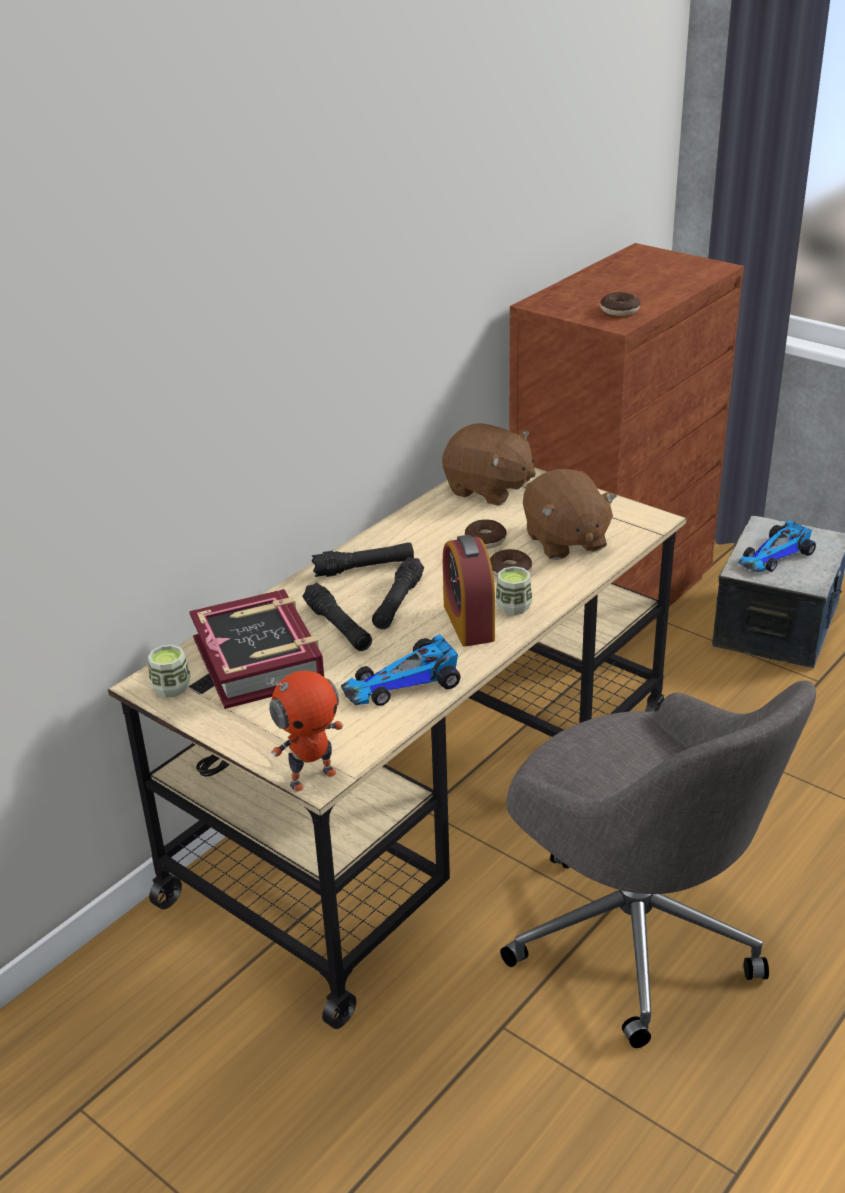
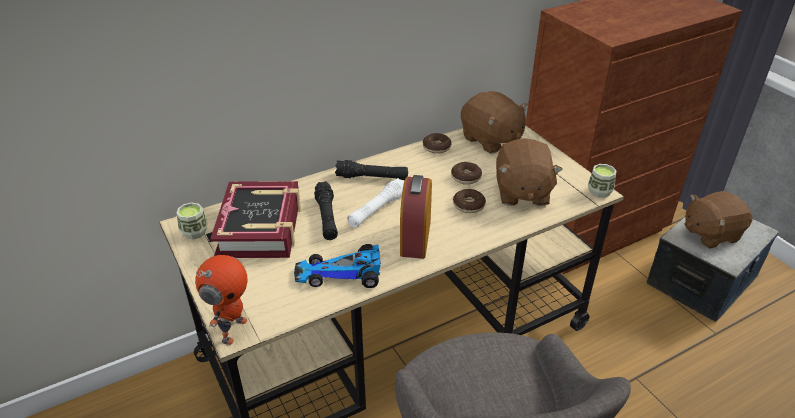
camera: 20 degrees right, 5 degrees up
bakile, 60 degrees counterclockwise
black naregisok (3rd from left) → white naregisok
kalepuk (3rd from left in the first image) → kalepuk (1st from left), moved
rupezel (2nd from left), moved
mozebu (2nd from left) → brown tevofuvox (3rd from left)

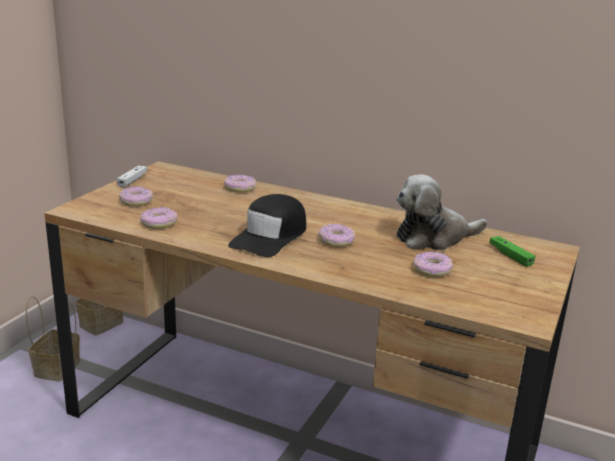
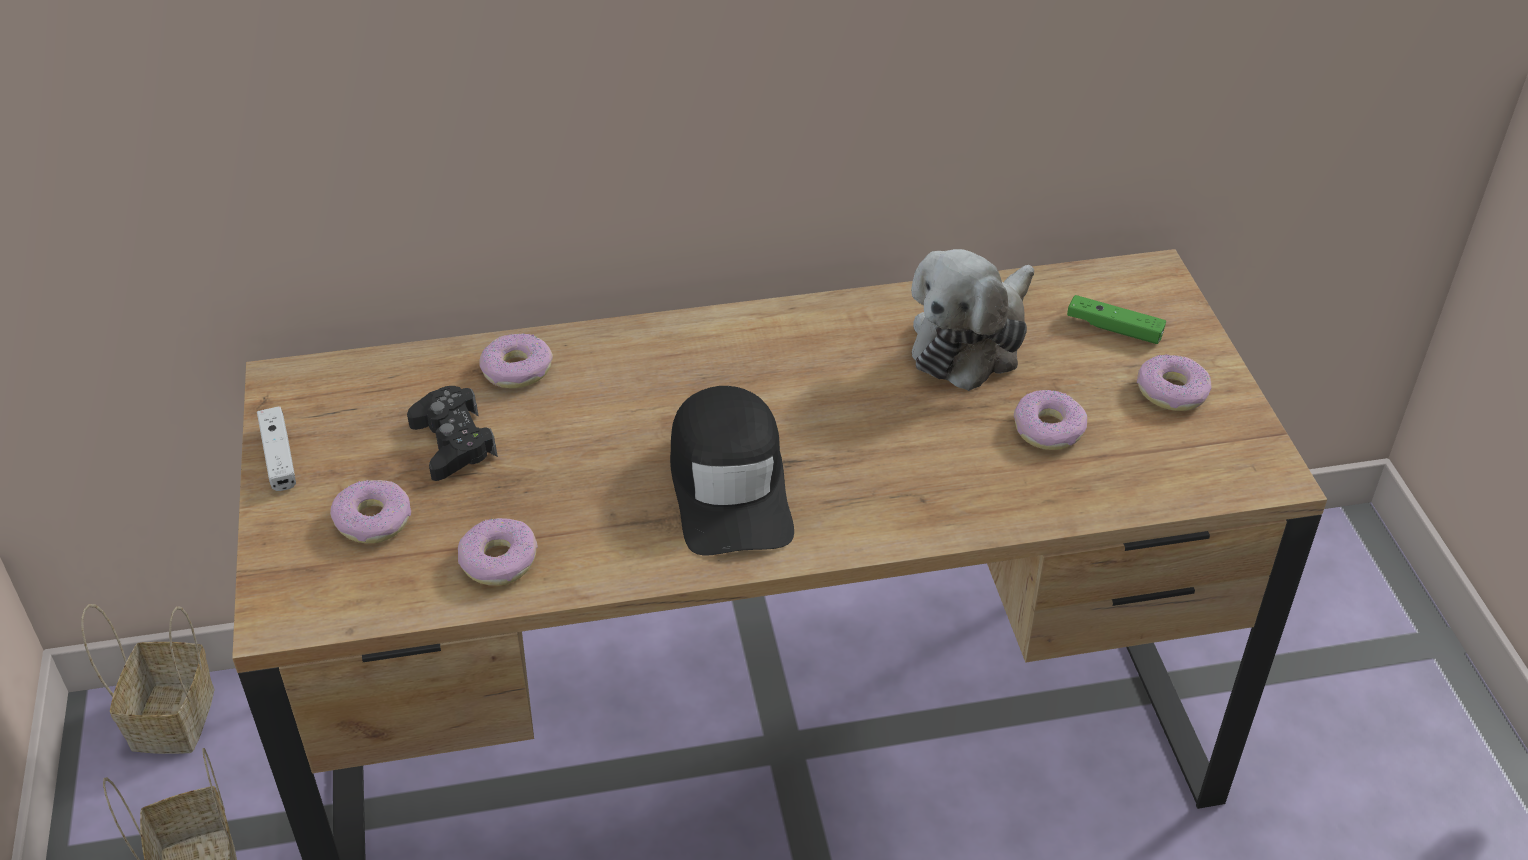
camera: 35 degrees left, 20 degrees up
- → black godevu
kalepuk (4th from left in the first image) → kalepuk (5th from left), moved

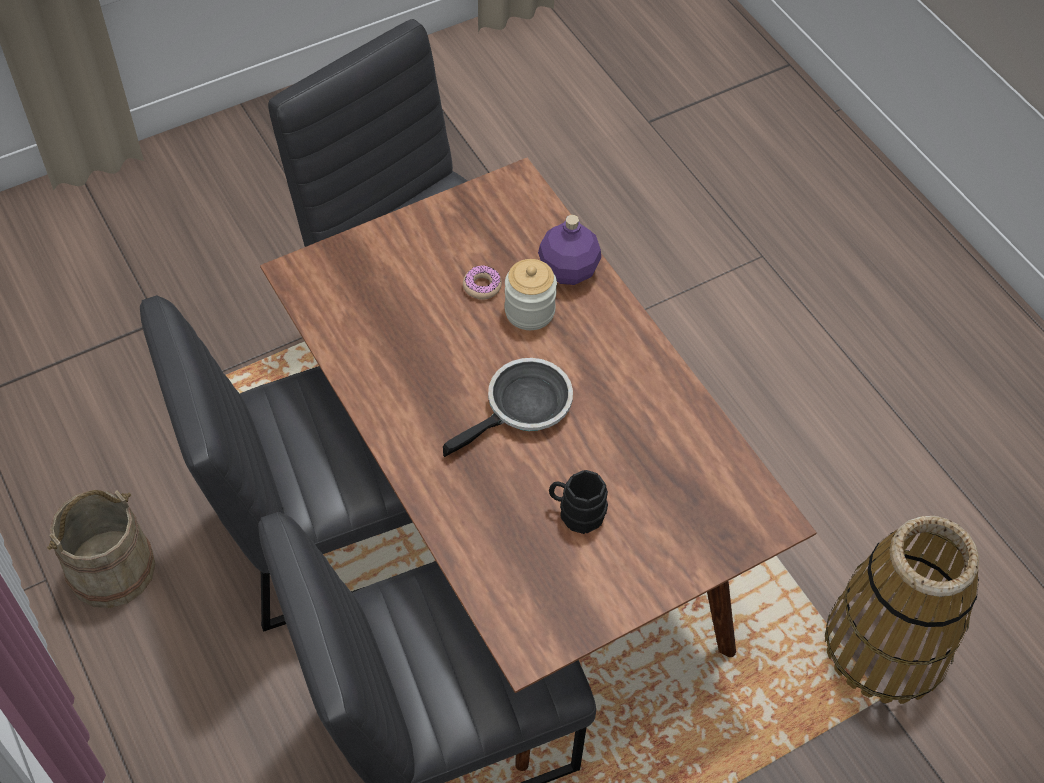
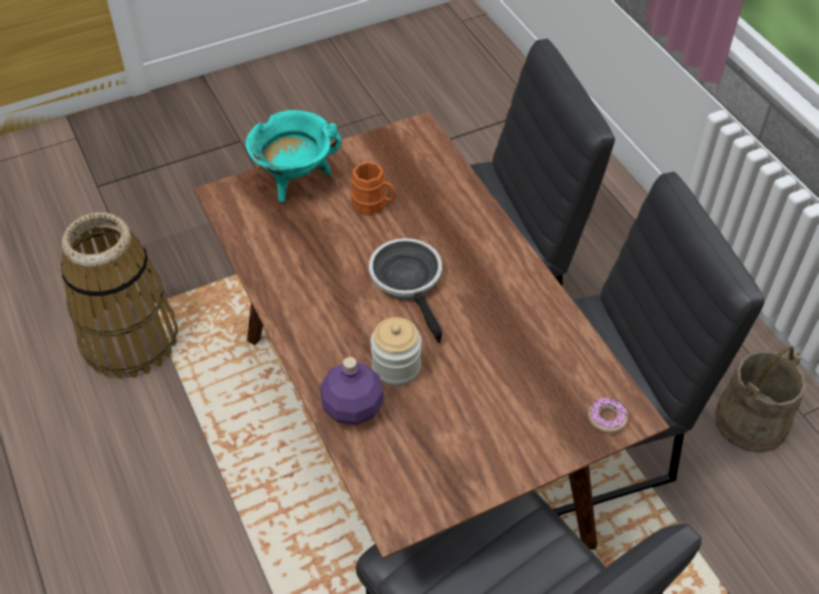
camera: 175 degrees left, 5 degrees down
- → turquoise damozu
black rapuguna → orange rapuguna
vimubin, 105 degrees clockwise
kalepuk, moved

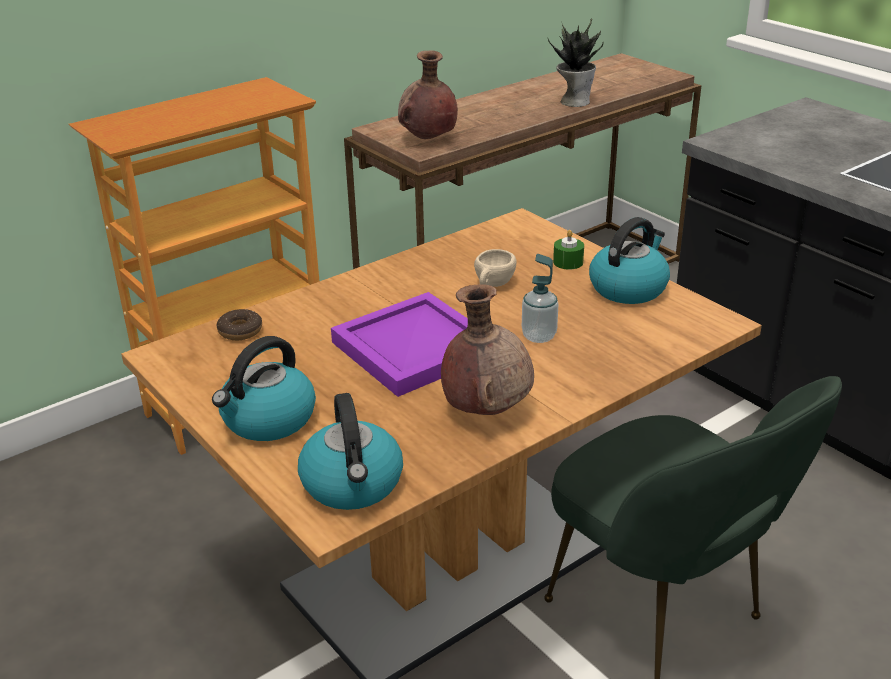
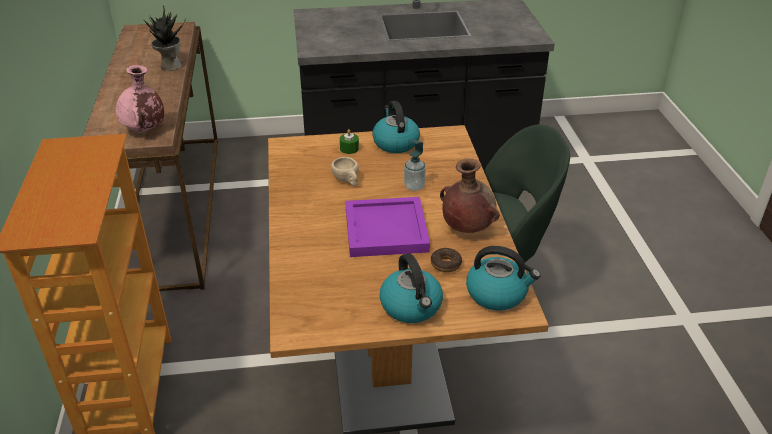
camera: 60 degrees left, 5 degrees up
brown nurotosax (1st from left) → pink nurotosax
kalepuk, moved

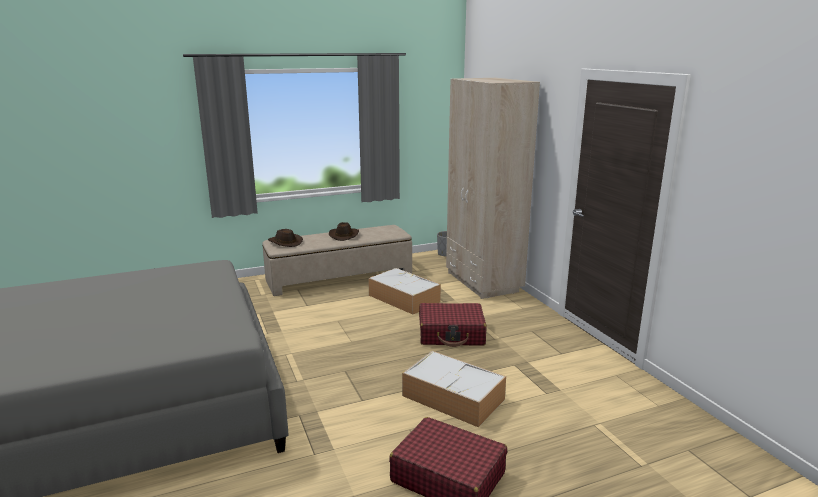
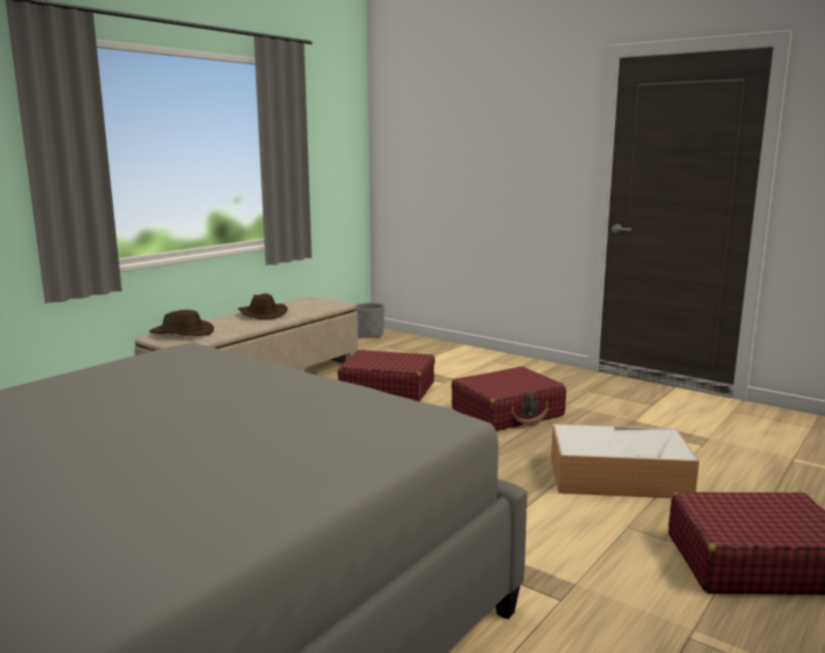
camera: 30 degrees left, 5 degrees down
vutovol (1st from left) → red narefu (1st from left)
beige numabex → -

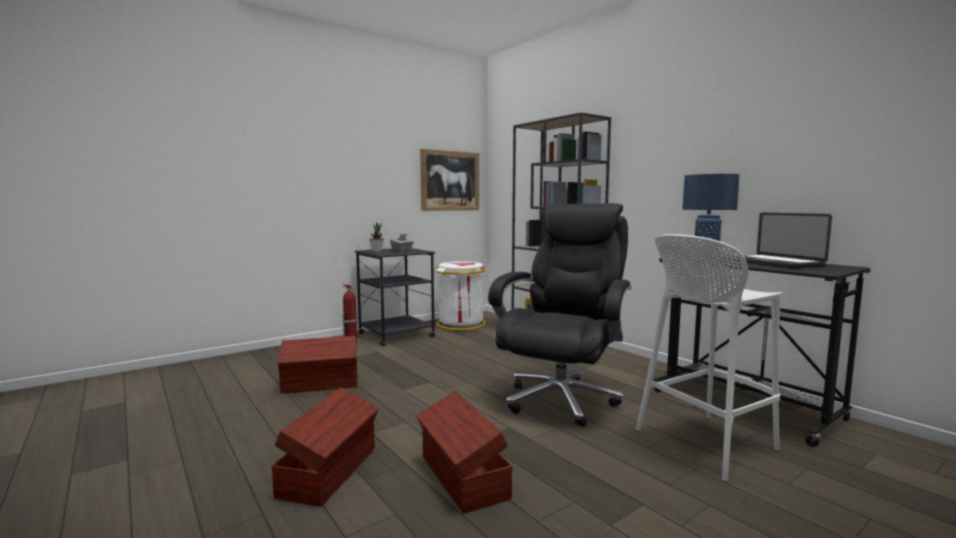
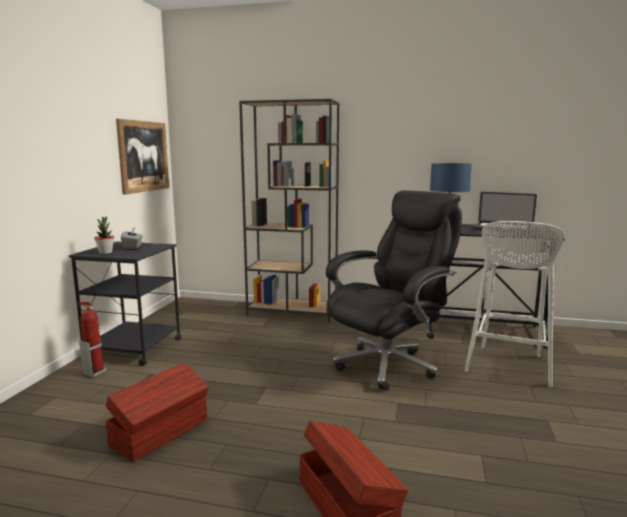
camera: 40 degrees left, 5 degrees up
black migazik, 60 degrees clockwise
brown vutovol (3rd from left) → -
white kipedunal → -

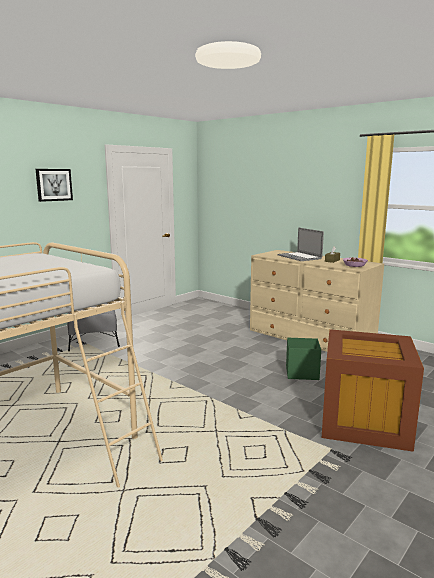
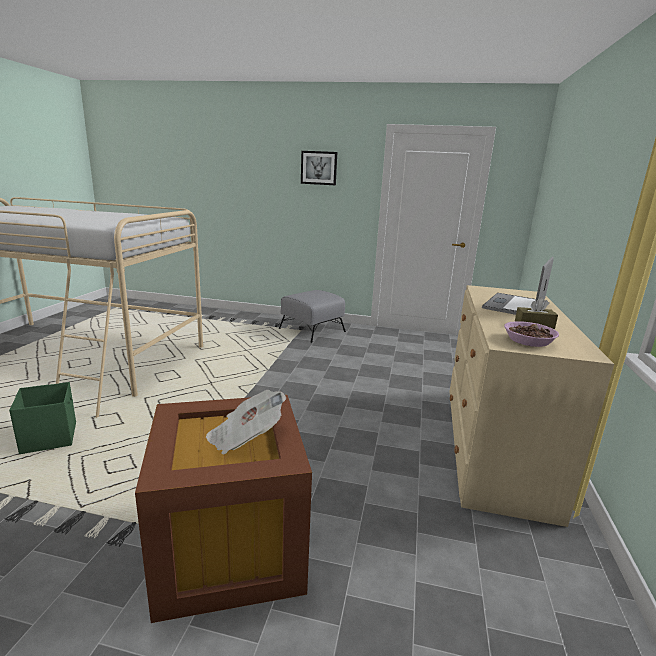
camera: 60 degrees right, 5 degrees up
green vutovol, moved
- → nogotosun

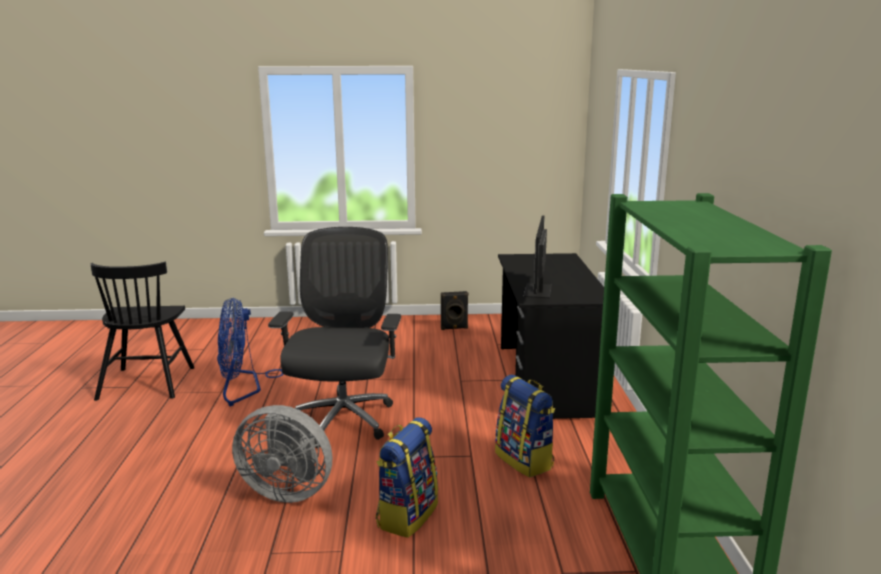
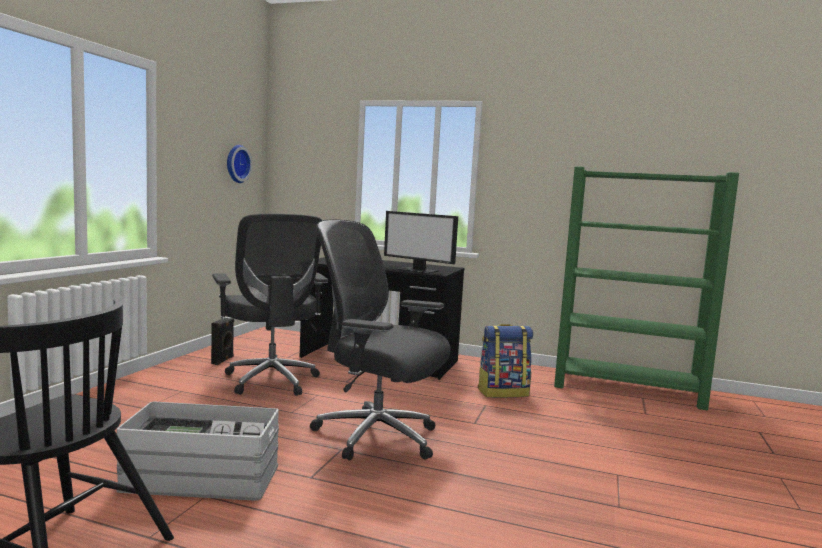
camera: 70 degrees left, 10 degrees down
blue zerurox → grey vutovol
- → migazik (1st from left)
- → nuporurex
grey zerurox → -
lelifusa (1st from left) → -

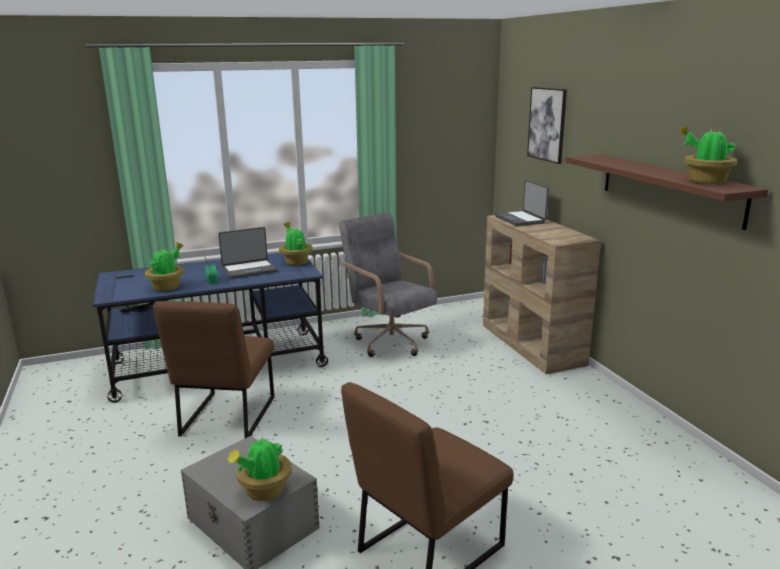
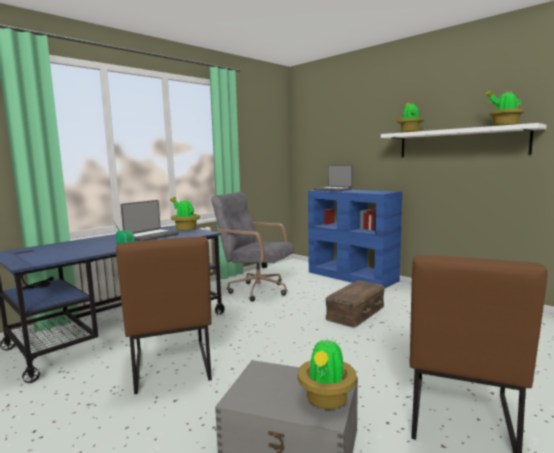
camera: 25 degrees left, 10 degrees down
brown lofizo → blue lofizo
- → brown vutovol
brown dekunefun → white dekunefun
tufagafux (1st from left in the first image) → tufagafux (3rd from left), moved
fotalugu → -

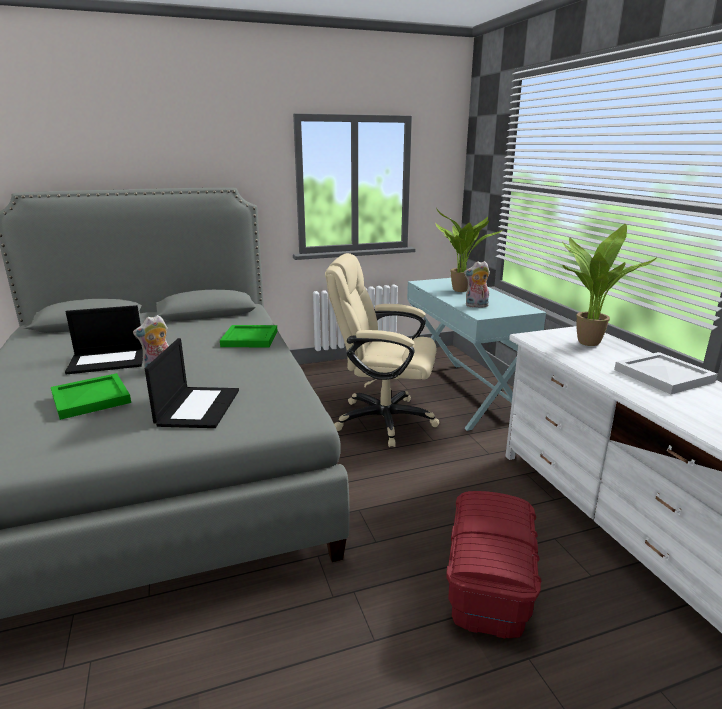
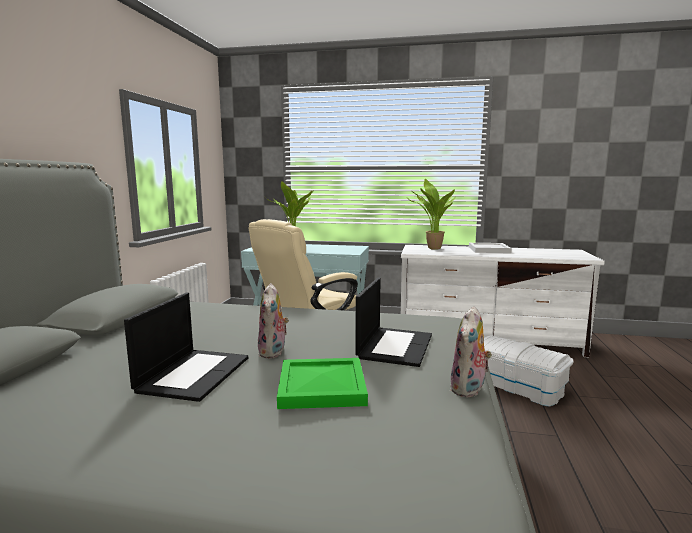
camera: 60 degrees left, 10 degrees down
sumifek (2nd from left), 75 degrees clockwise
tevofuvox (2nd from left), moved
red vutovol → white vutovol
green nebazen (2nd from left) → -

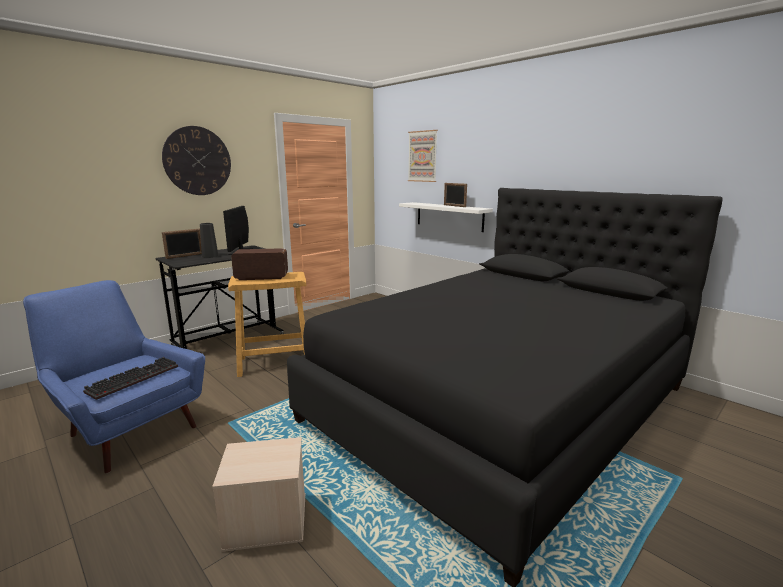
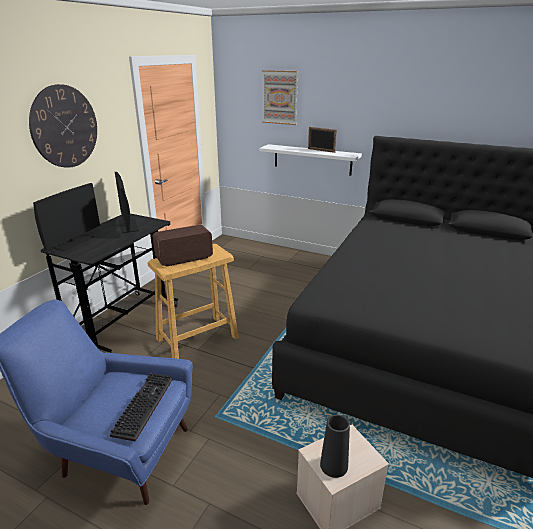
camera: 20 degrees left, 10 degrees up
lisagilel (1st from left) → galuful (1st from left)
black nurotosax, moved

